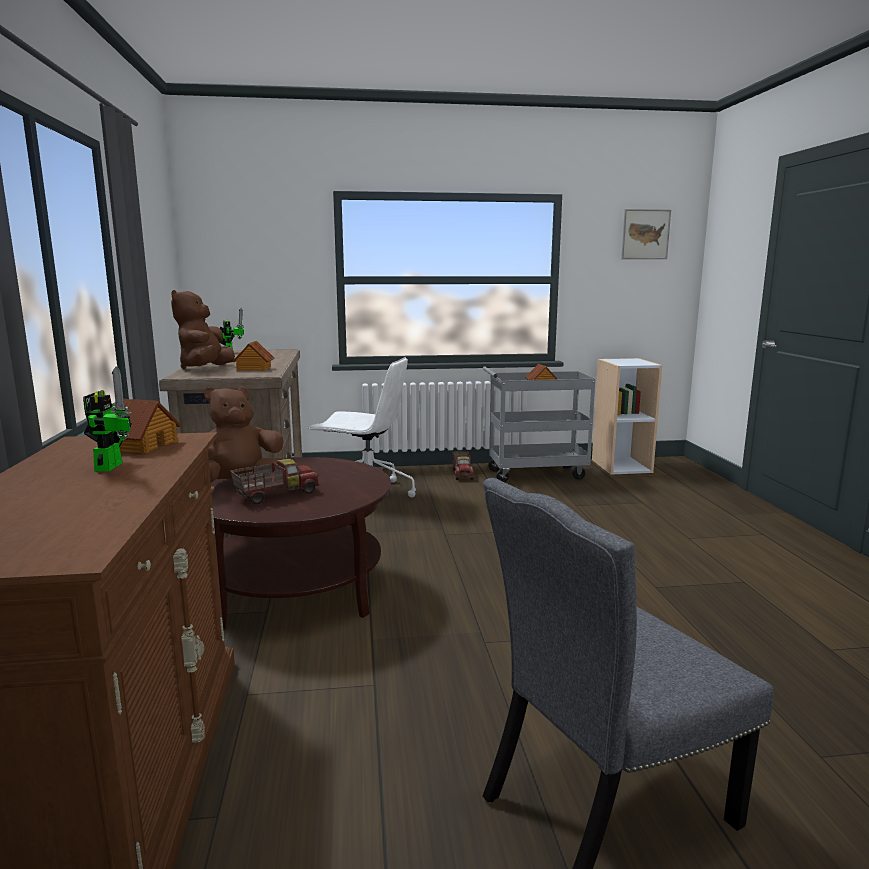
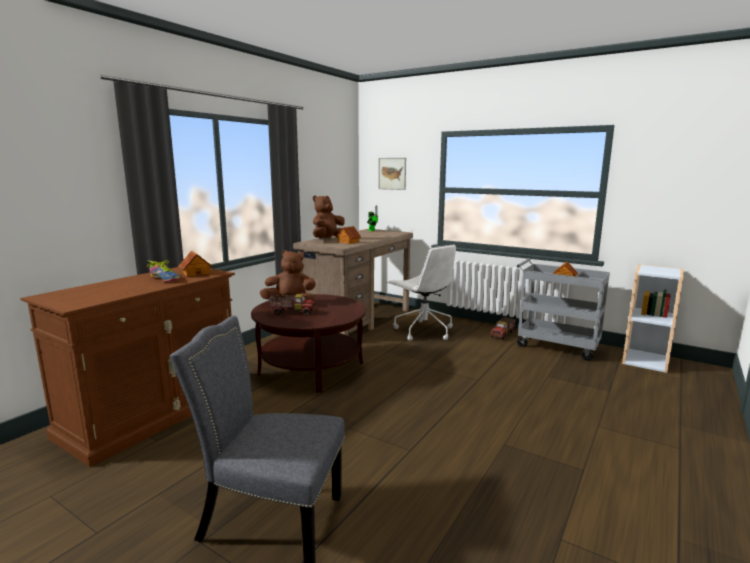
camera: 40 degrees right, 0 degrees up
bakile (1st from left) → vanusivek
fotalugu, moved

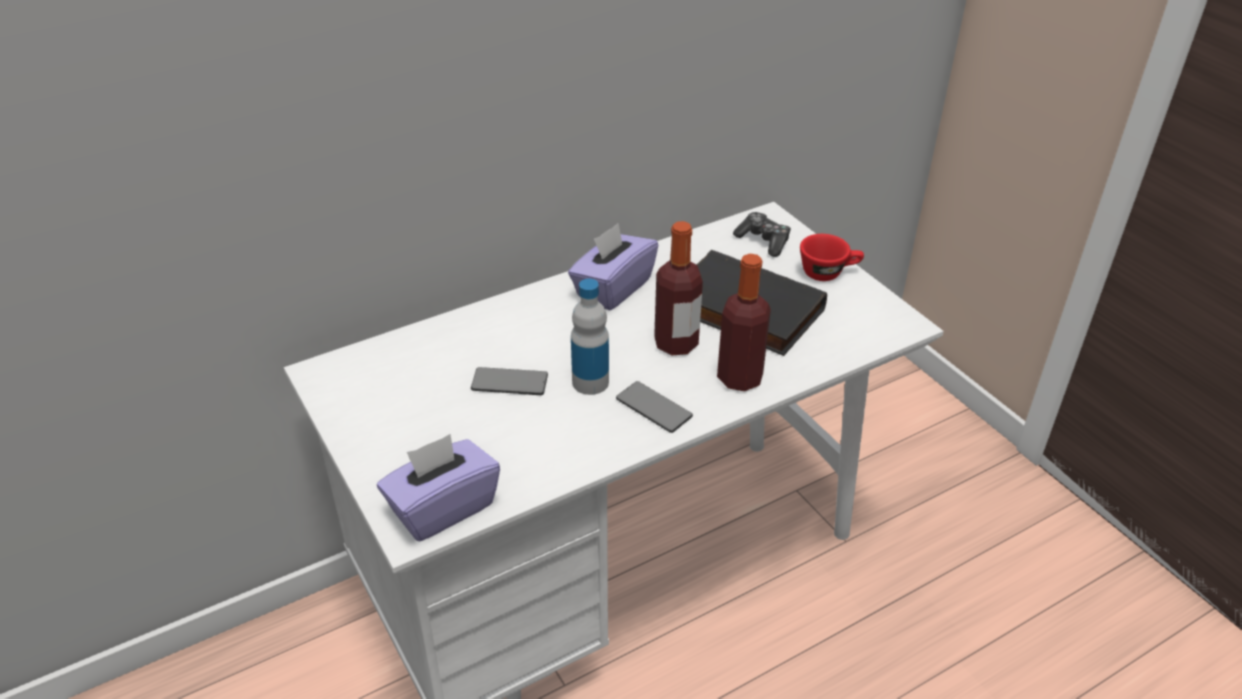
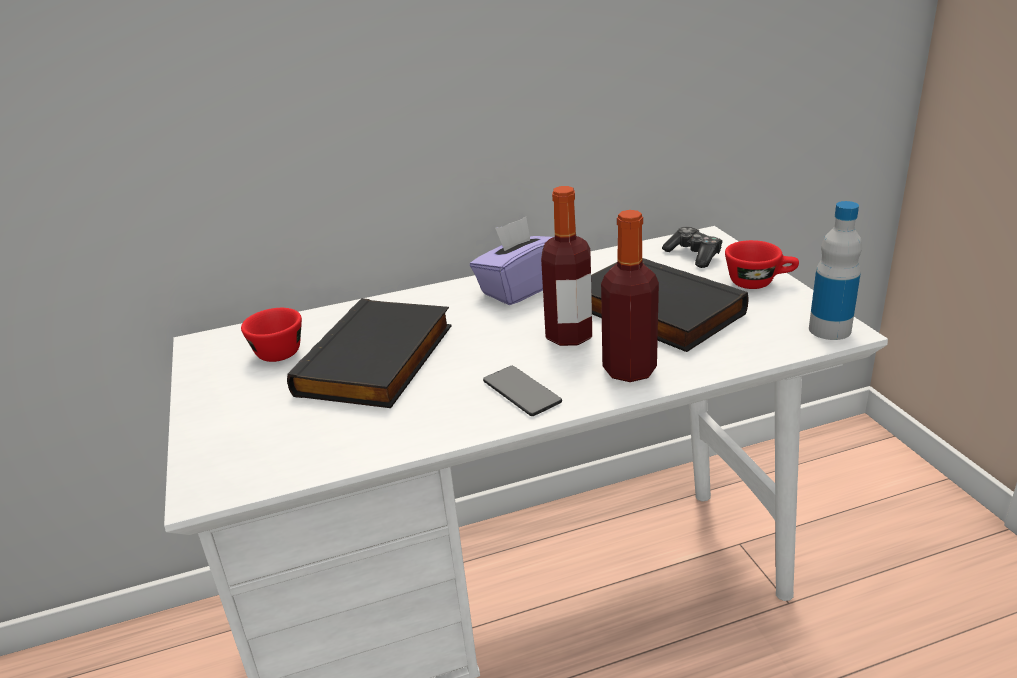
camera: 15 degrees right, 10 degrees down
- → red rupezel (1st from left)
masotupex (1st from left) → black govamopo (1st from left)
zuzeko (1st from left in the first image) → zuzeko (3rd from left), moved
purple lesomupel (1st from left) → -

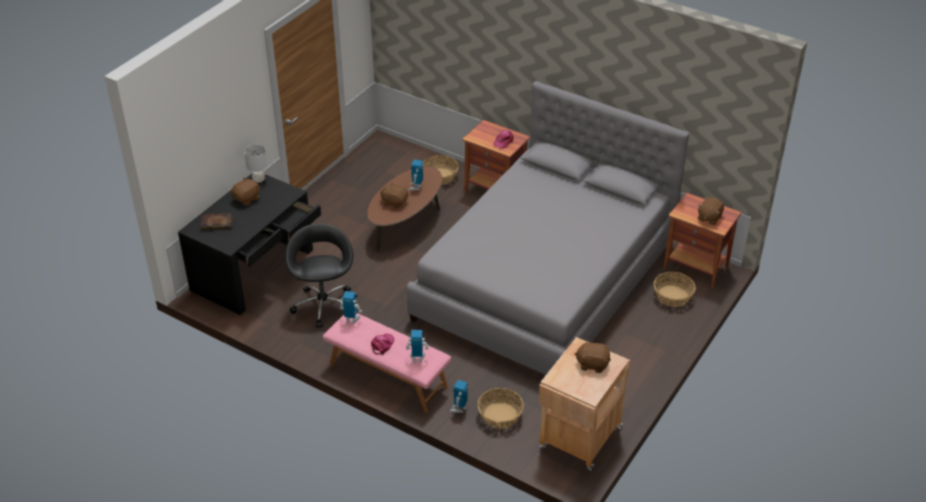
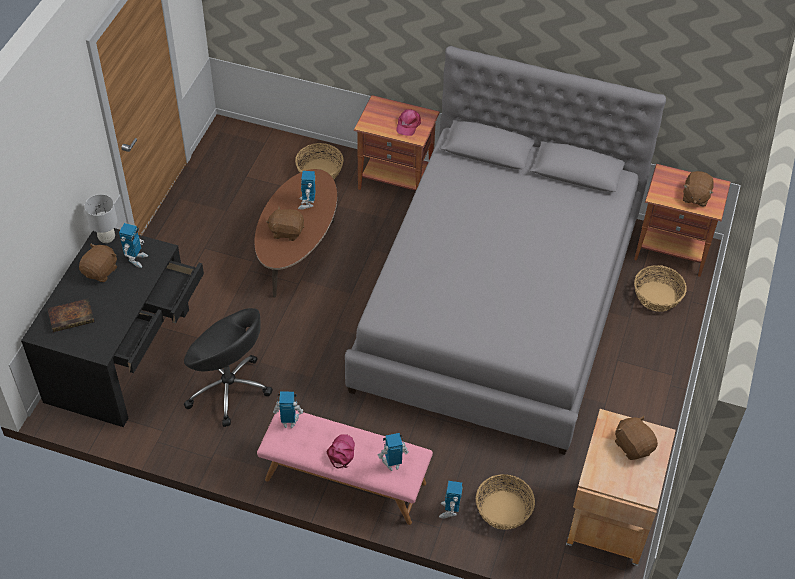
camera: 15 degrees left, 10 degrees up
- → bakile (1st from left)
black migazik, 150 degrees clockwise
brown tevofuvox (3rd from left), 60 degrees clockwise

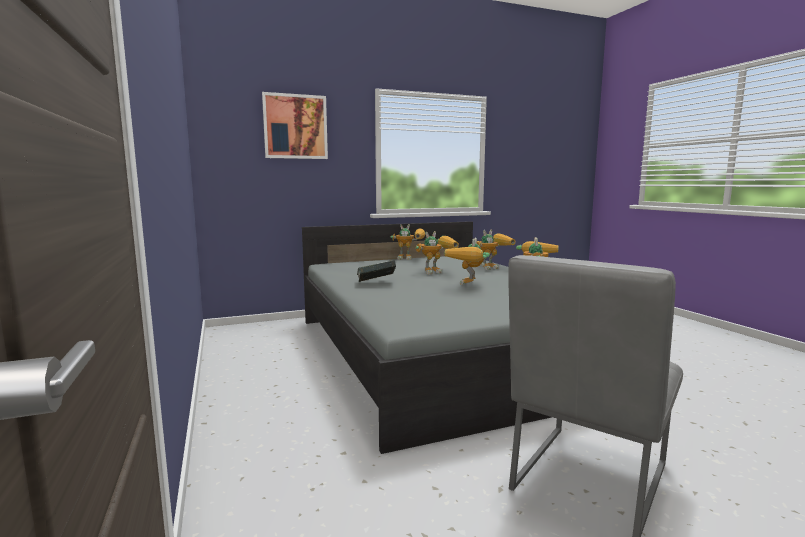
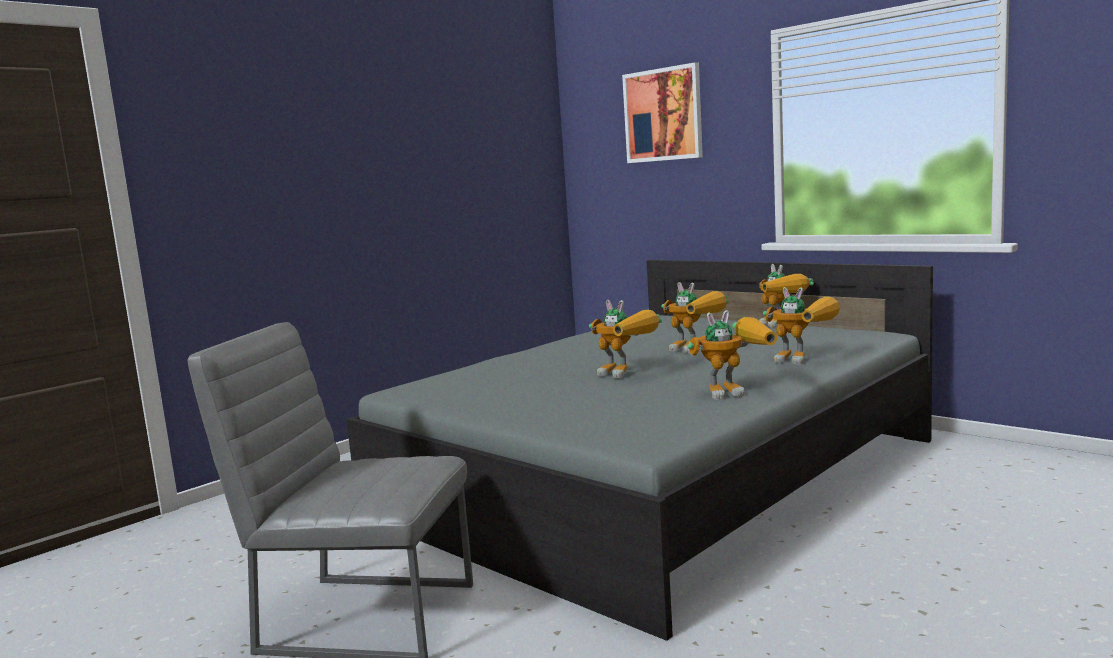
camera: 65 degrees right, 0 degrees up
bakile (3rd from left in the first image) → bakile (1st from left), 135 degrees counterclockwise
govamopo → -

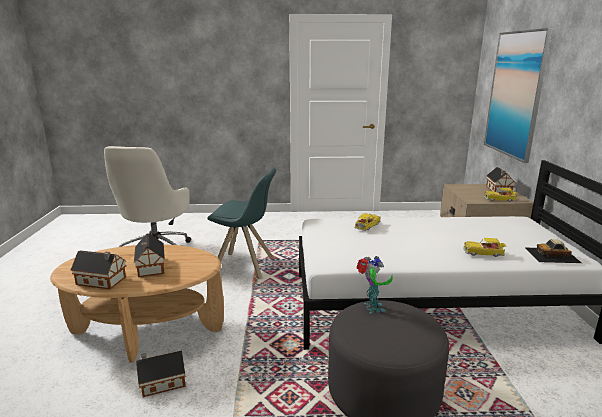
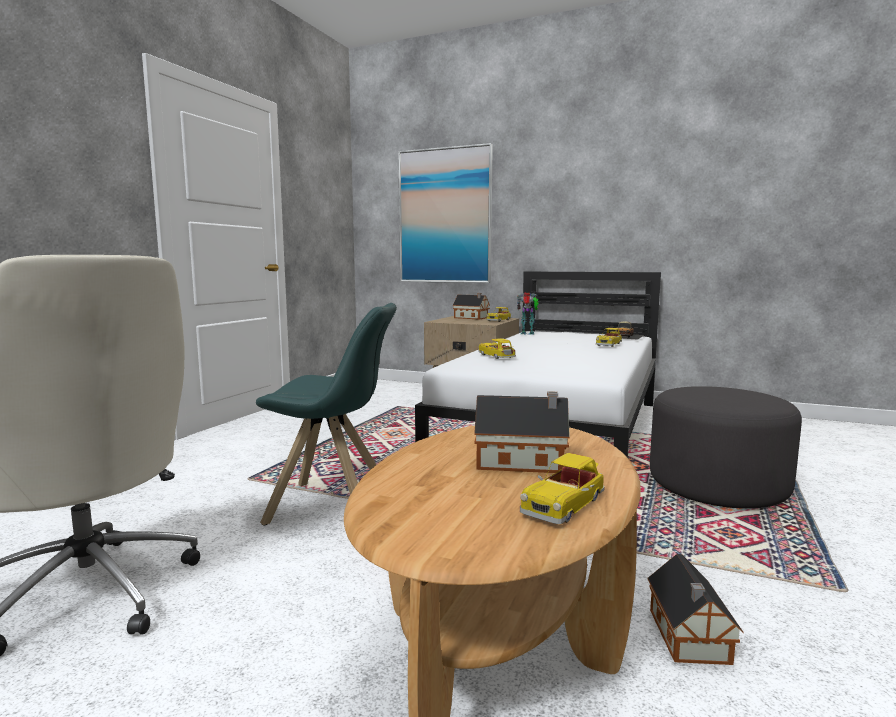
camera: 65 degrees left, 10 degrees down
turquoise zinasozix, 60 degrees clockwise
bakile, moved
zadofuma (1st from left) → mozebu (3rd from left)

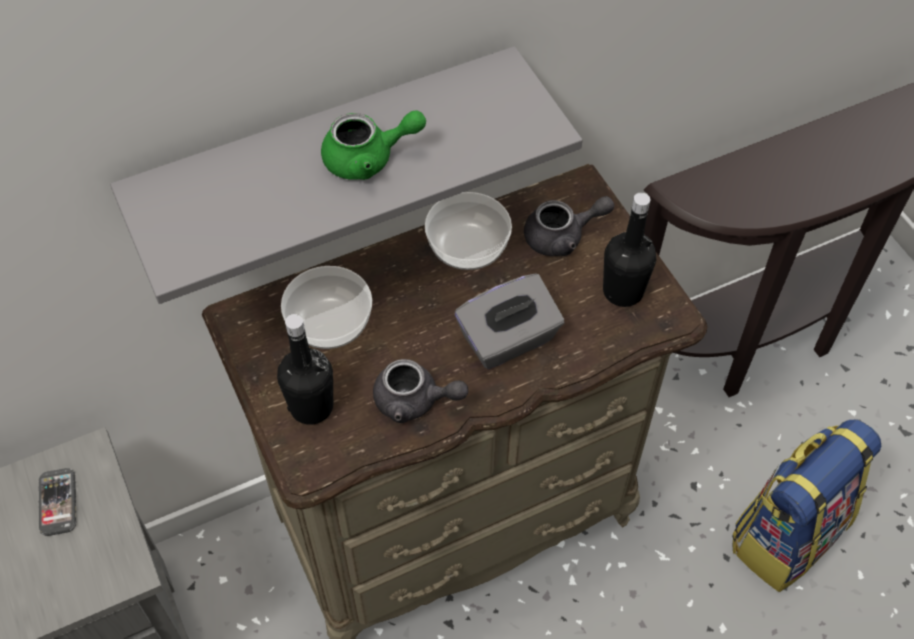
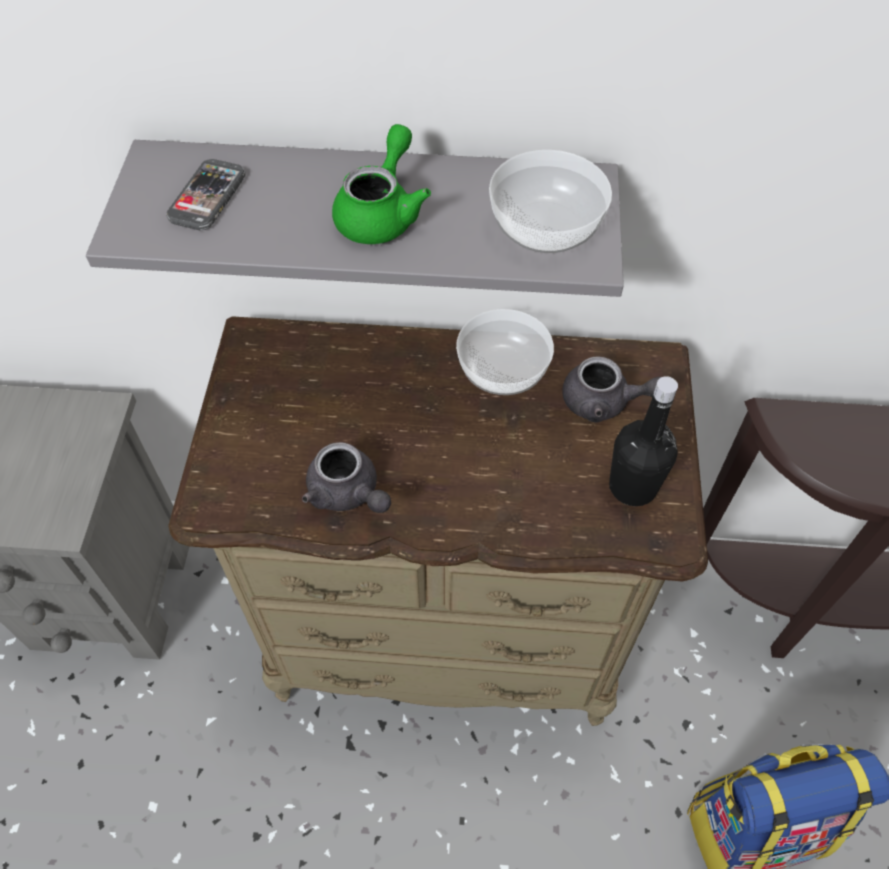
camera: 30 degrees right, 0 degrees up
masotupex, moved
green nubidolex, 90 degrees counterclockwise
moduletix (1st from left in the first image) → moduletix (2nd from left), moved
black zuzeko (1st from left) → -
grey lesomupel → -

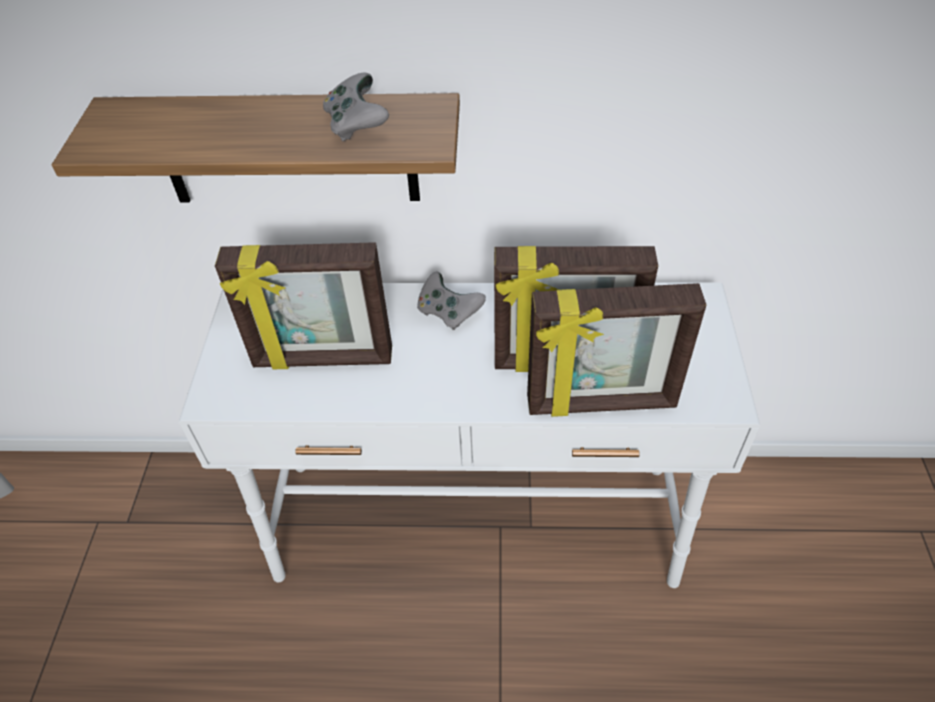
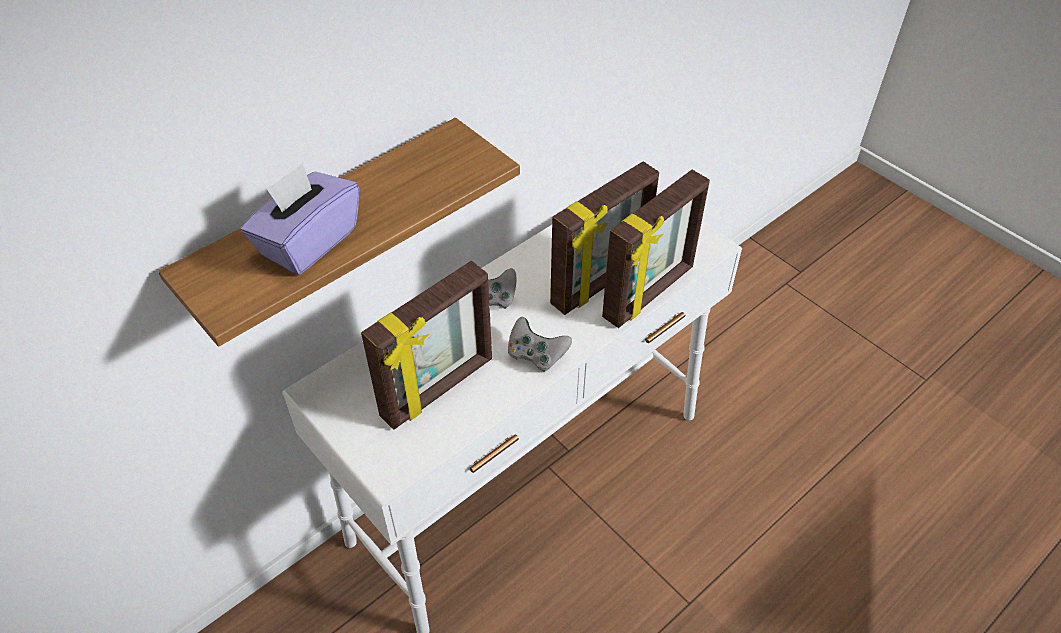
camera: 45 degrees left, 0 degrees up
- → purple lesomupel
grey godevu (1st from left in the first image) → grey godevu (2nd from left), moved

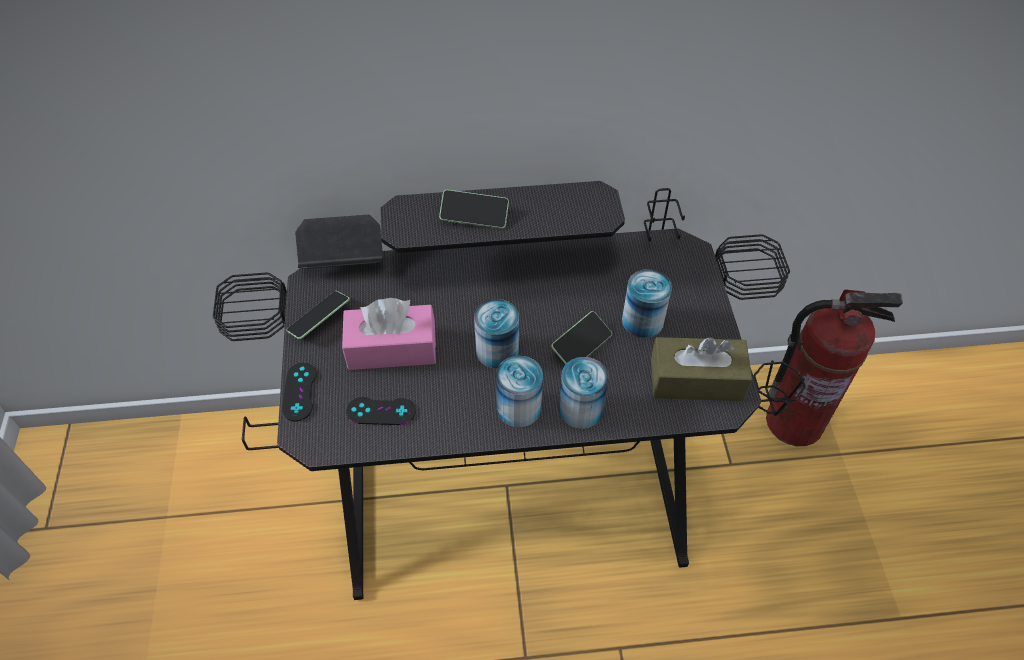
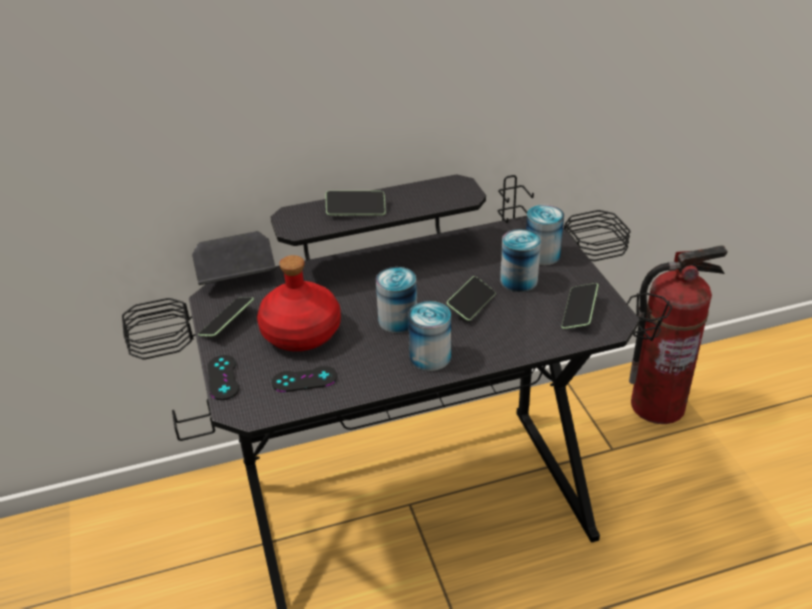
camera: 10 degrees left, 15 degrees down
pink lesomupel → red zuzeko
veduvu (3rd from left in the first image) → veduvu (4th from left), moved
brown lesomupel → masotupex (4th from left)

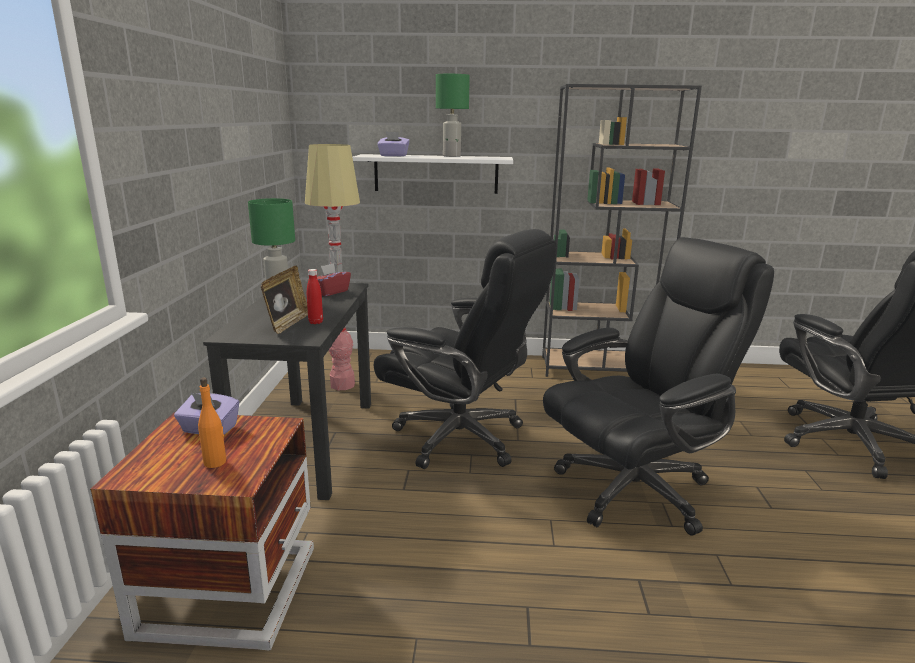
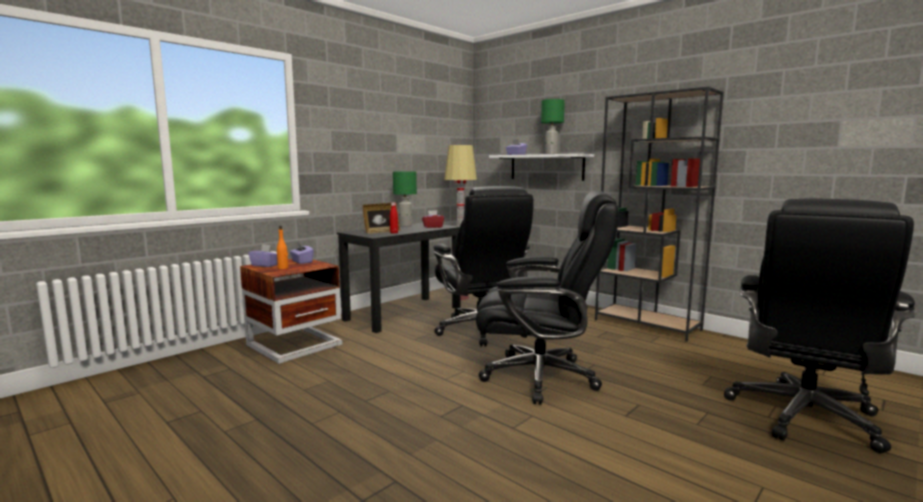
camera: 40 degrees right, 10 degrees down
- → purple lesomupel (1st from left)

